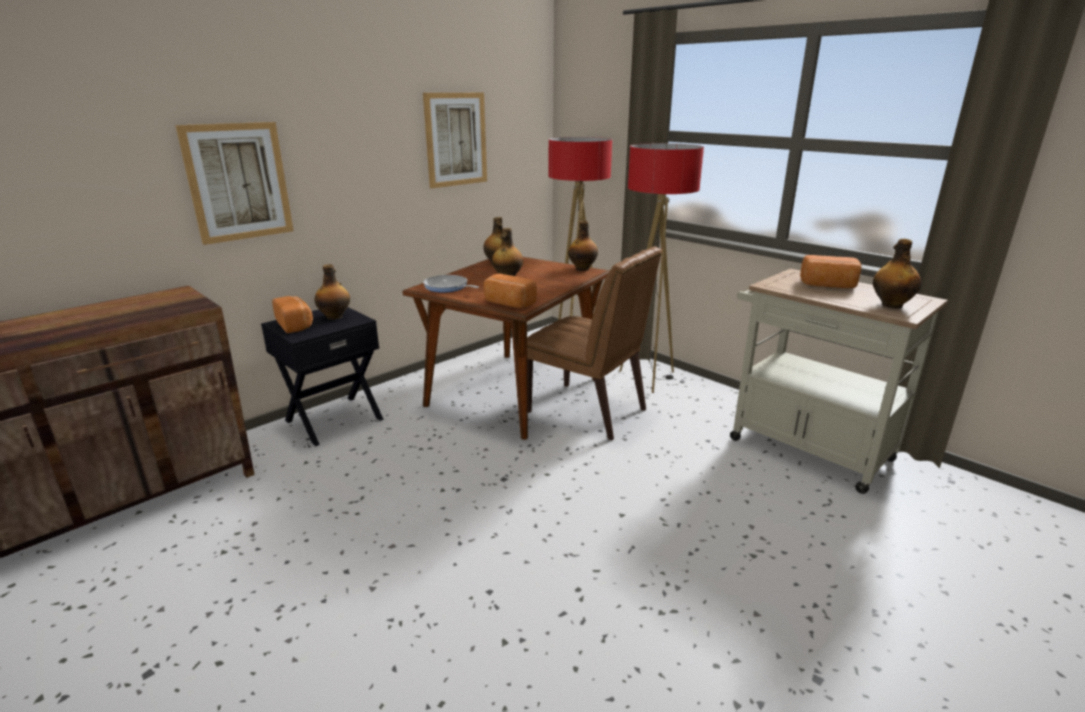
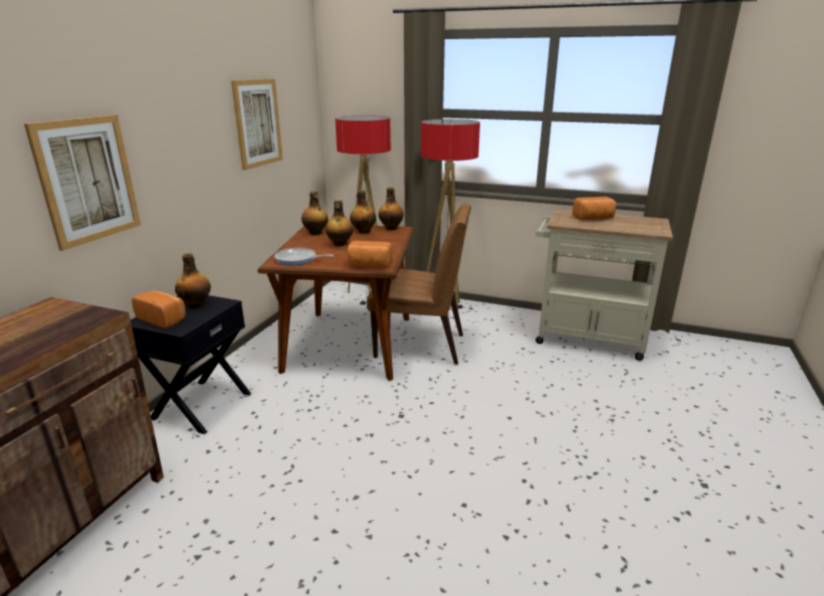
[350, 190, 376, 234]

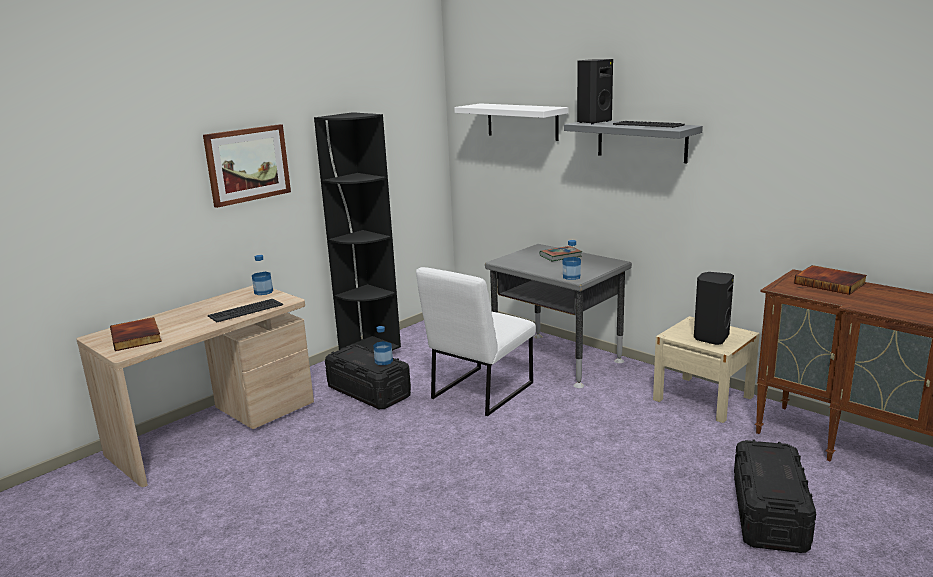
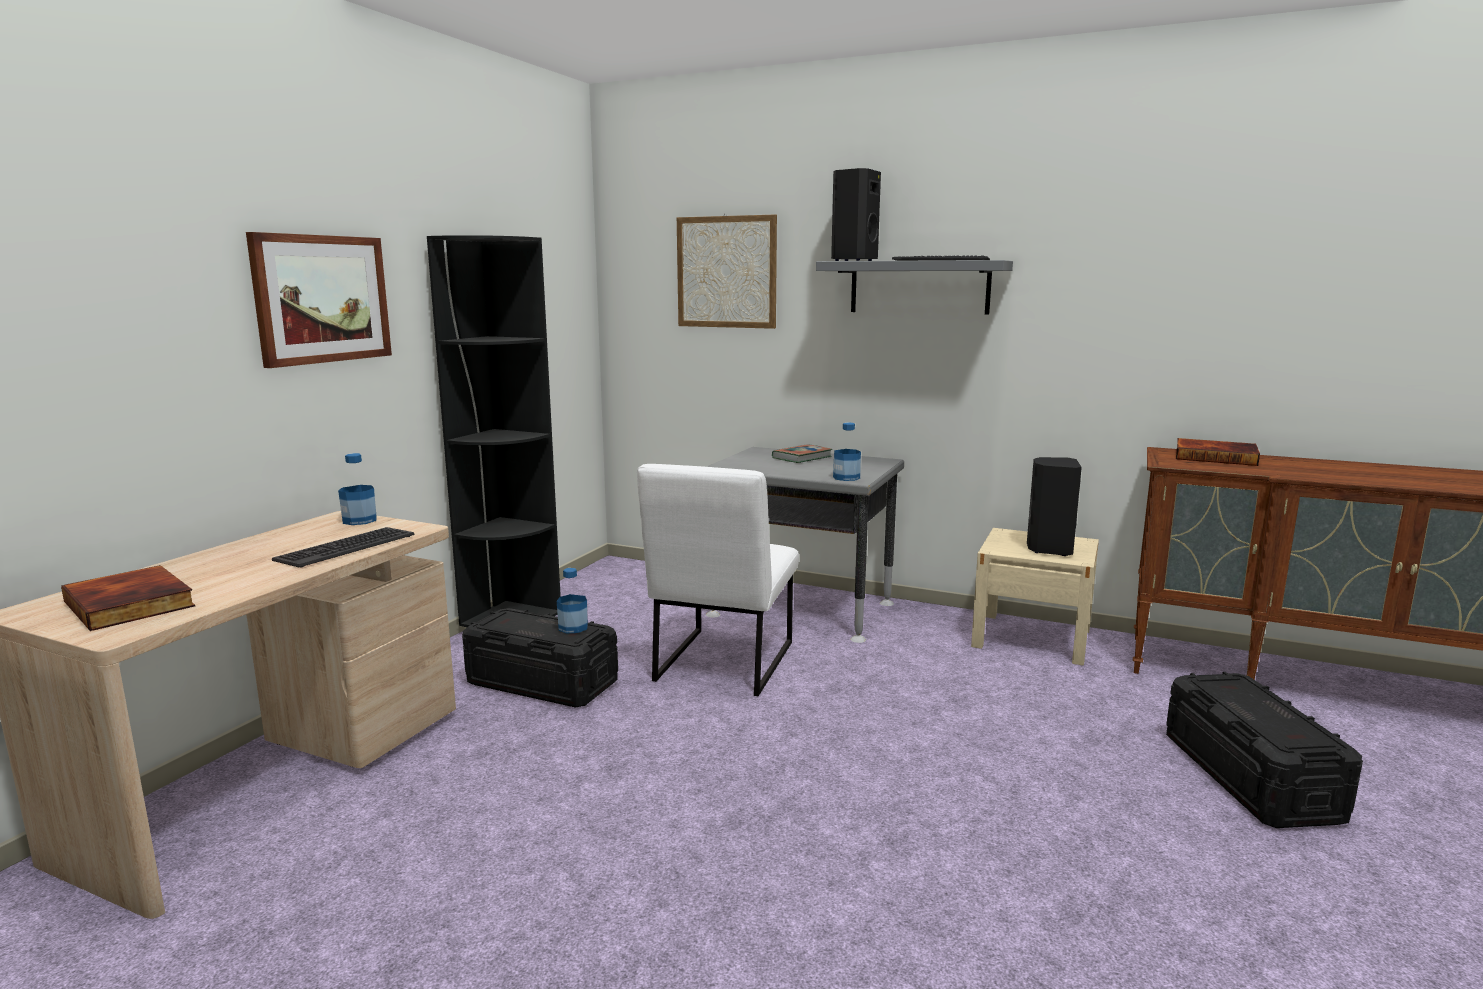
[677, 213, 777, 329]

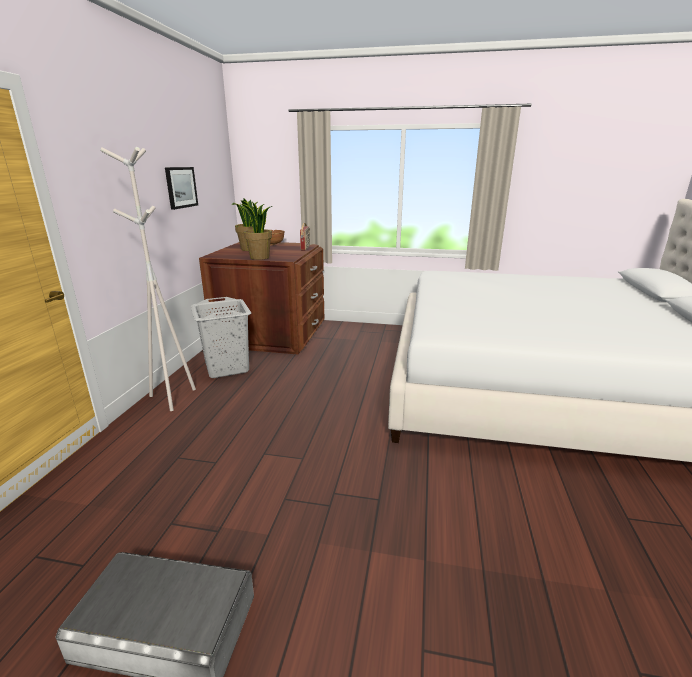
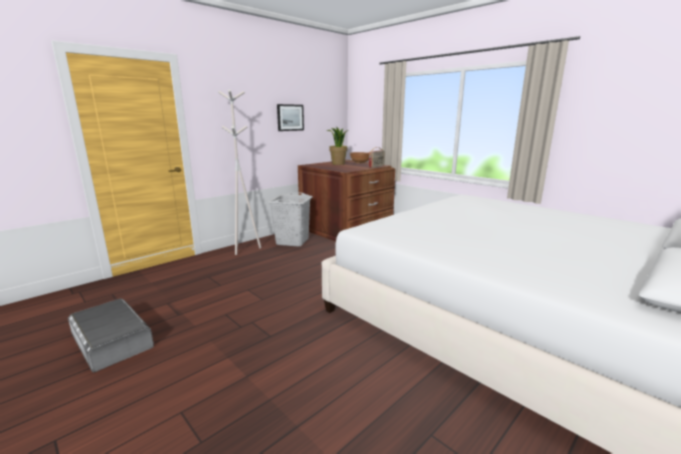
[238, 202, 272, 260] (first image)

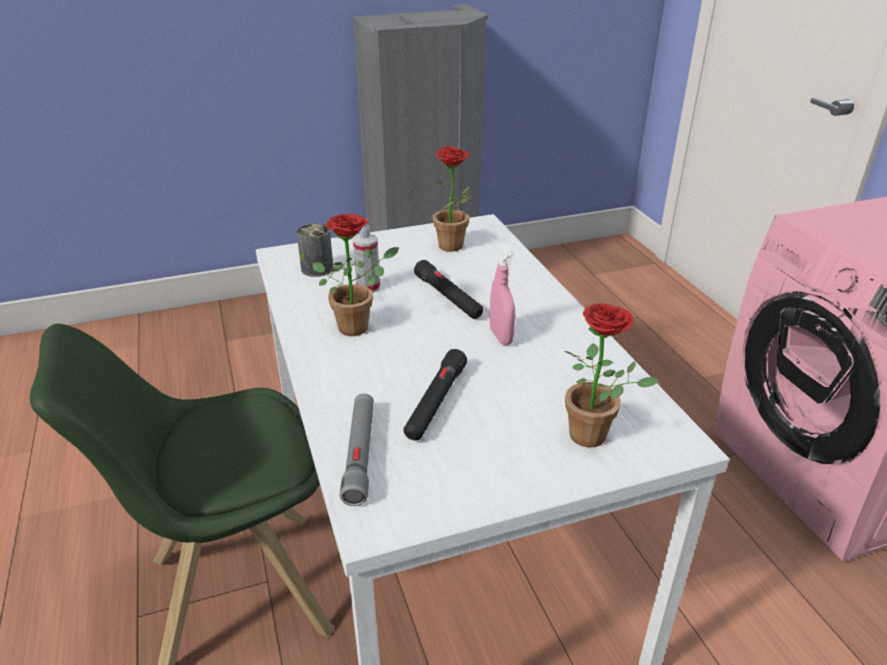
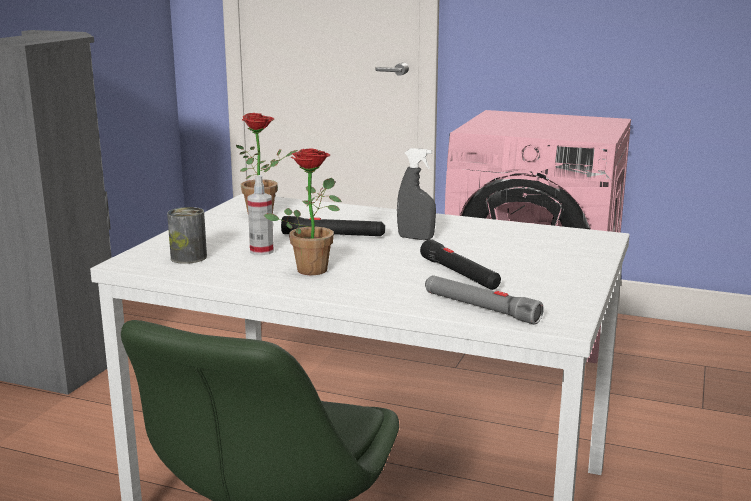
[397, 148, 436, 240]
[565, 303, 659, 447] (first image)

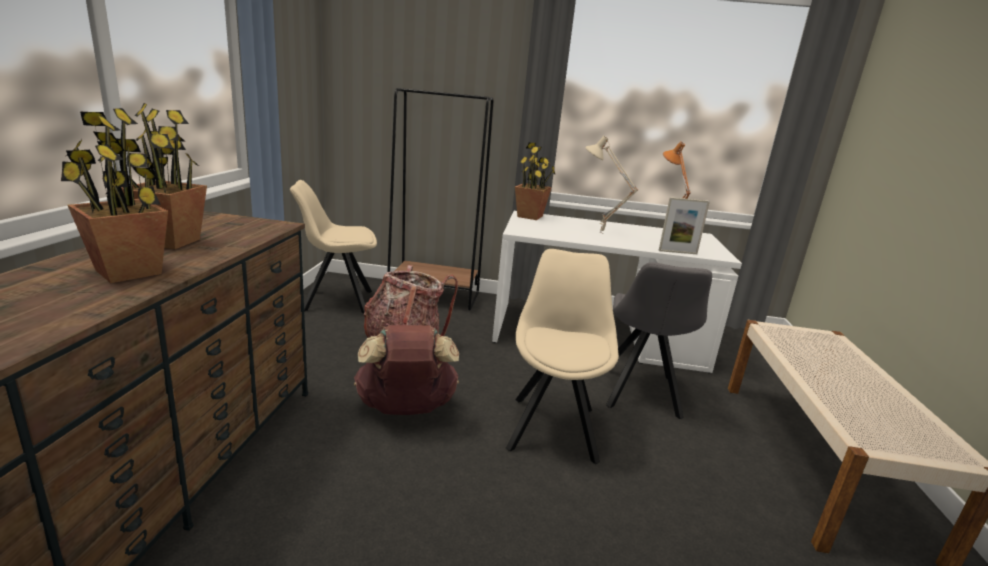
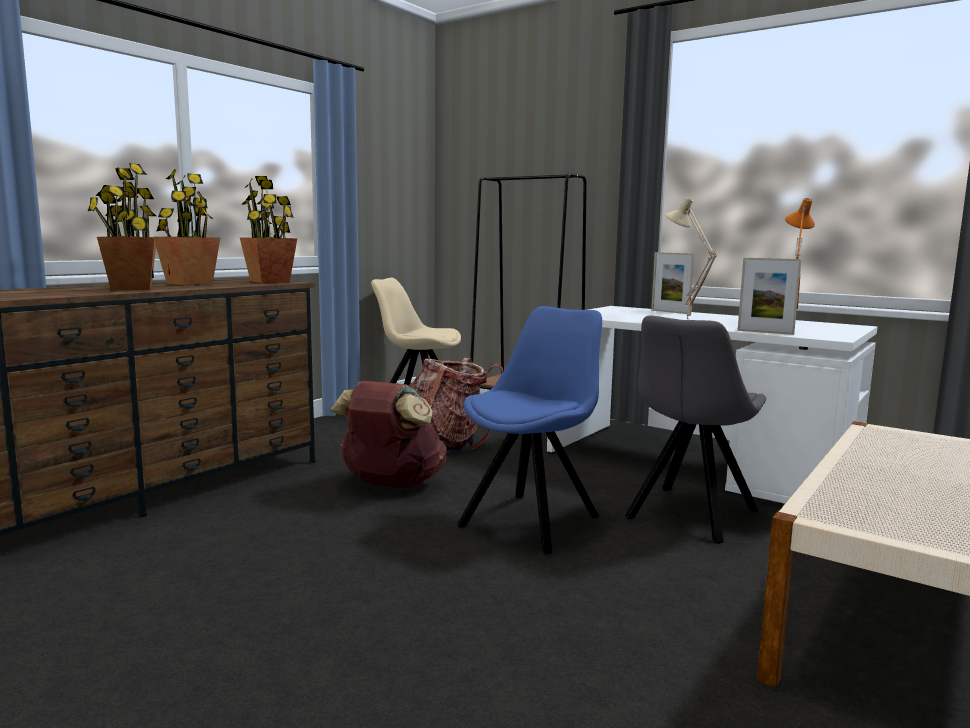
[239, 176, 297, 283]
[457, 306, 602, 554]
[651, 252, 695, 314]

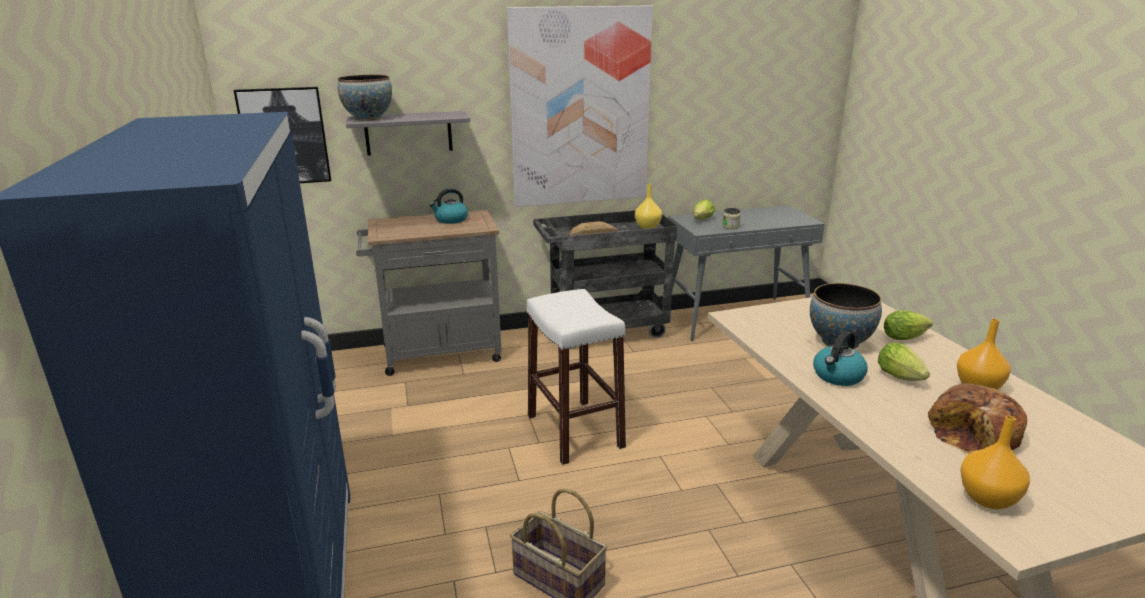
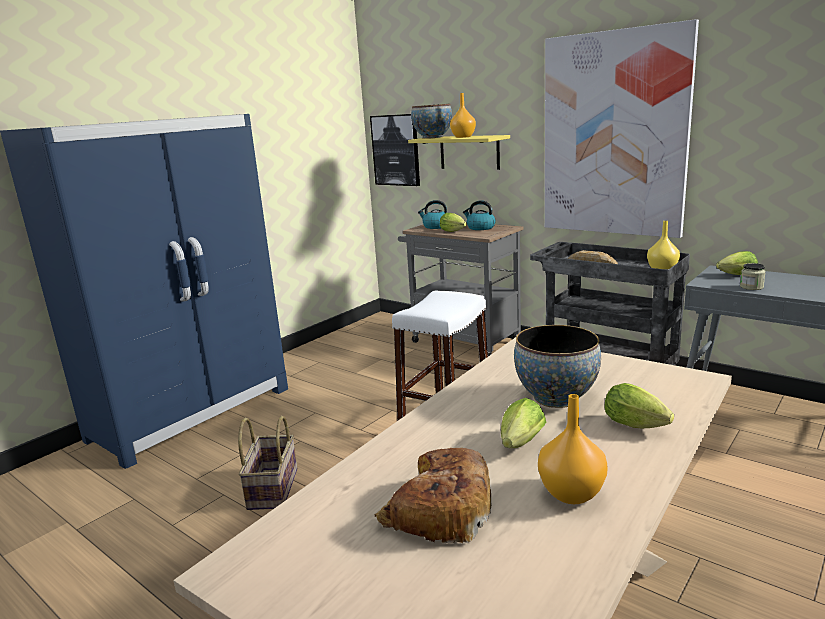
[408, 135, 510, 170]
[418, 200, 447, 229]
[440, 213, 467, 232]
[450, 93, 476, 138]

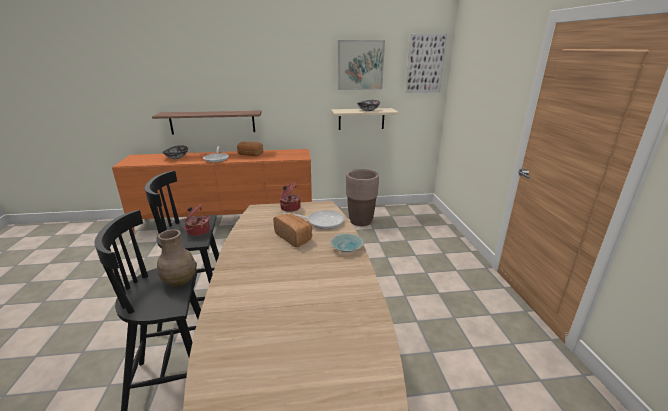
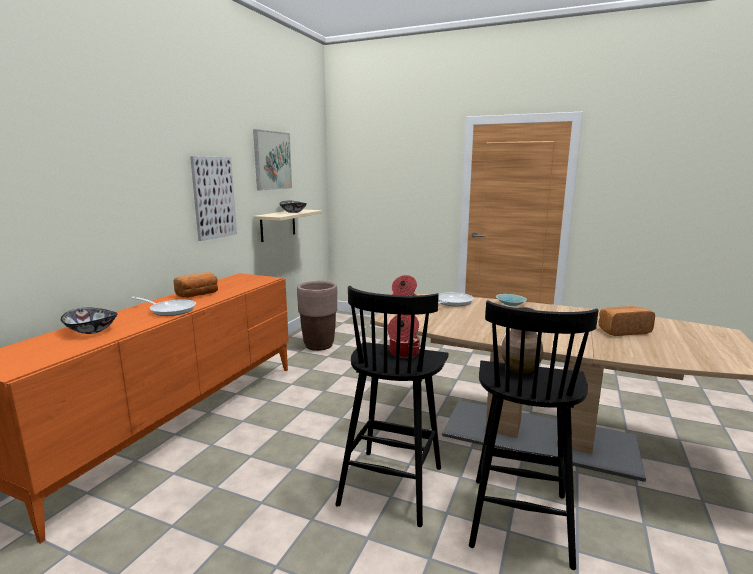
[190, 156, 237, 241]
[598, 306, 655, 336]
[152, 111, 262, 134] (first image)

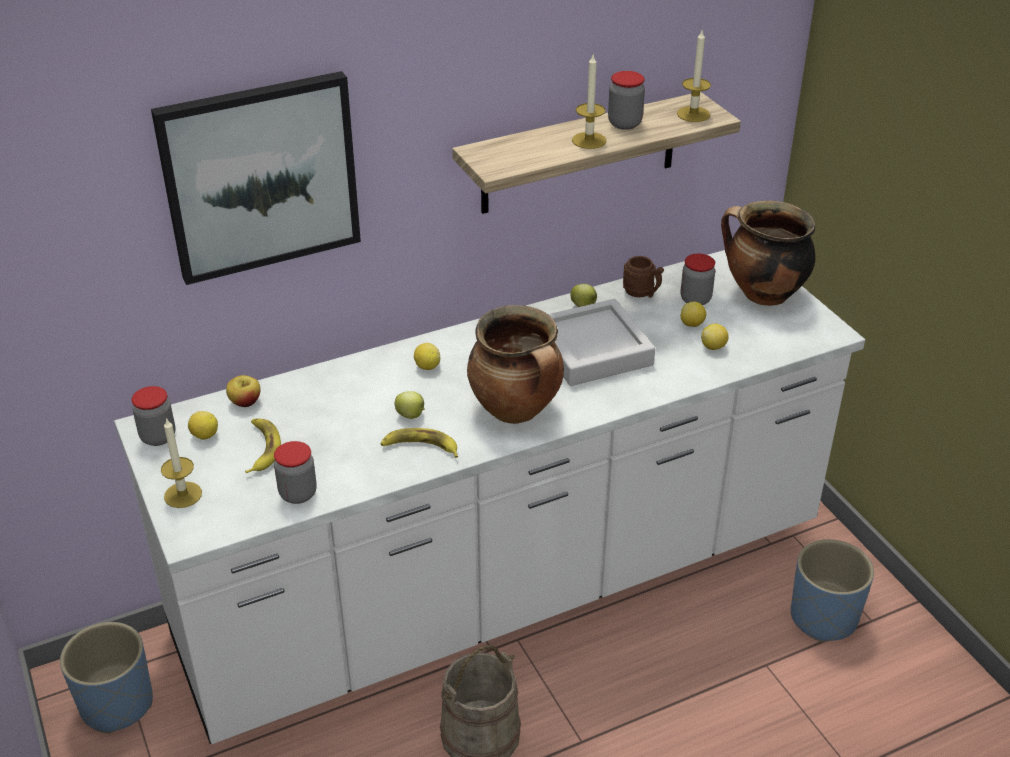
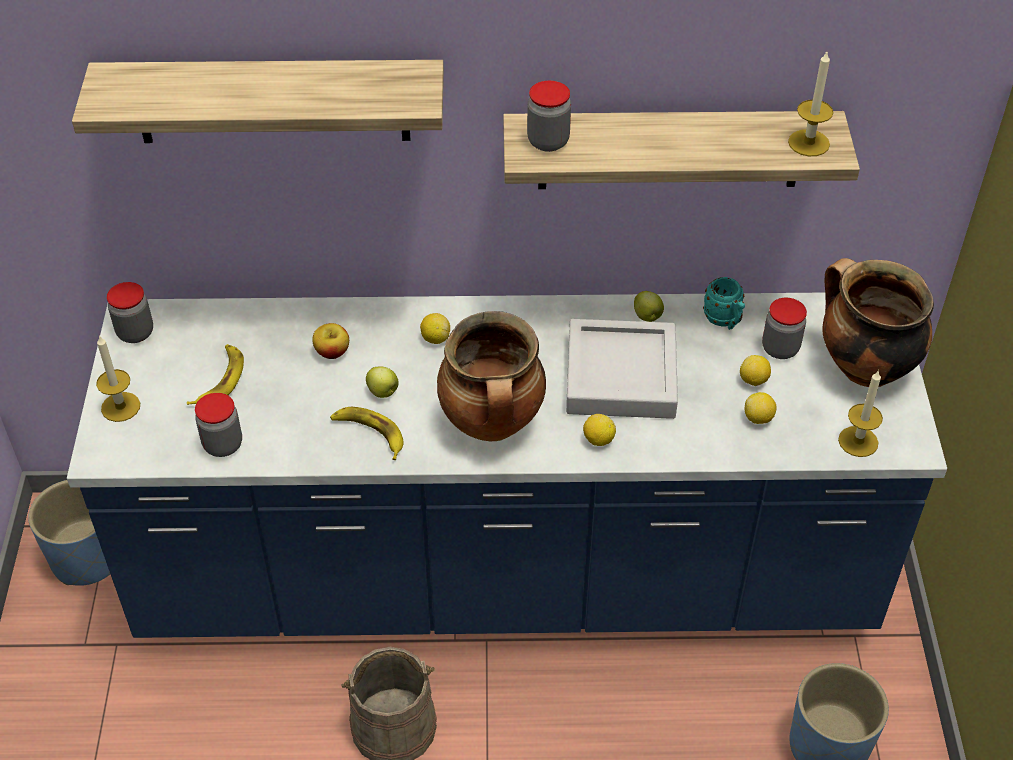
[67, 293, 947, 638]
[72, 60, 444, 143]
[312, 323, 349, 359]
[527, 80, 571, 152]
[583, 414, 616, 446]
[703, 277, 745, 330]
[838, 370, 883, 457]

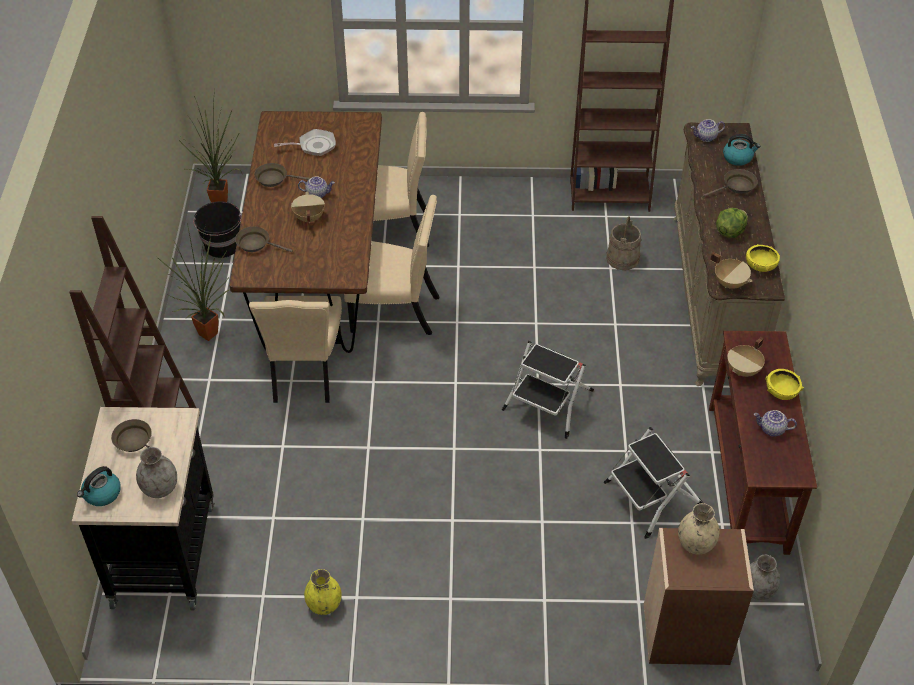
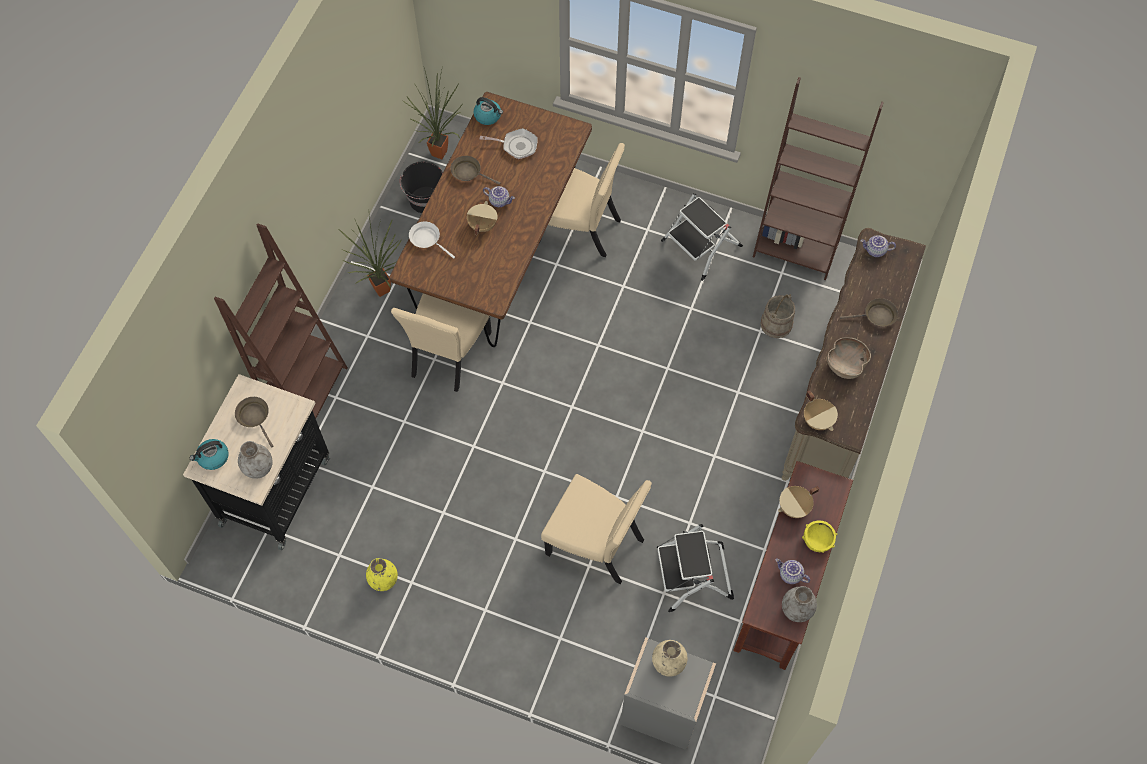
[409, 222, 455, 258]
[473, 97, 503, 125]
[541, 474, 652, 584]
[620, 637, 716, 750]
[661, 193, 743, 281]
[782, 586, 817, 622]
[827, 337, 871, 379]
[746, 244, 780, 272] (first image)

